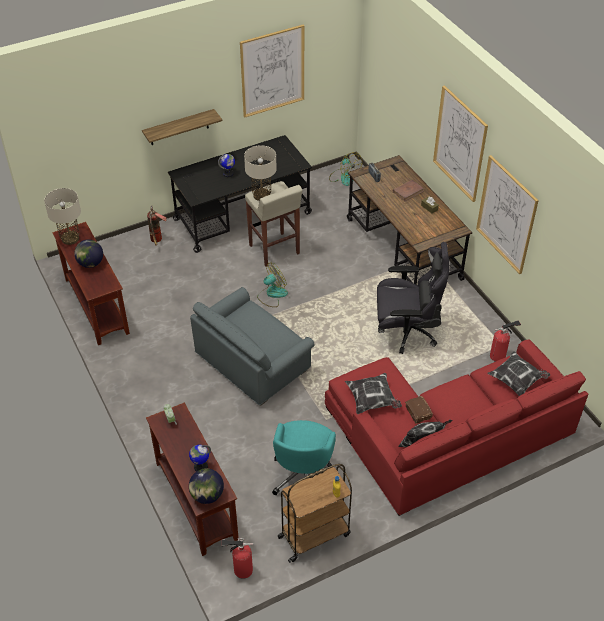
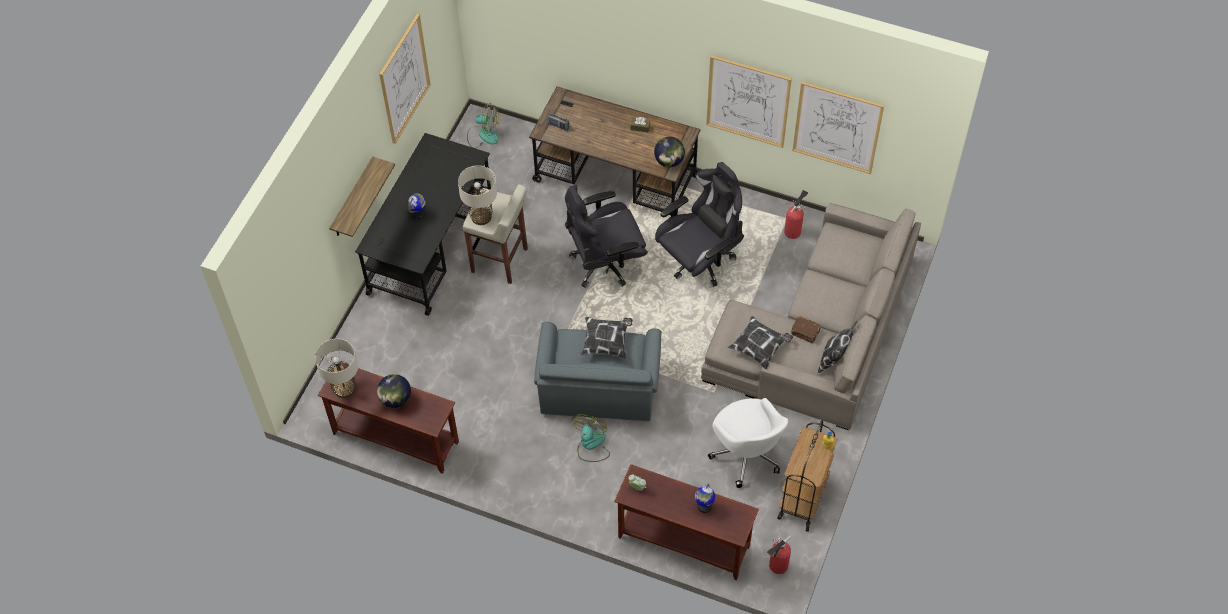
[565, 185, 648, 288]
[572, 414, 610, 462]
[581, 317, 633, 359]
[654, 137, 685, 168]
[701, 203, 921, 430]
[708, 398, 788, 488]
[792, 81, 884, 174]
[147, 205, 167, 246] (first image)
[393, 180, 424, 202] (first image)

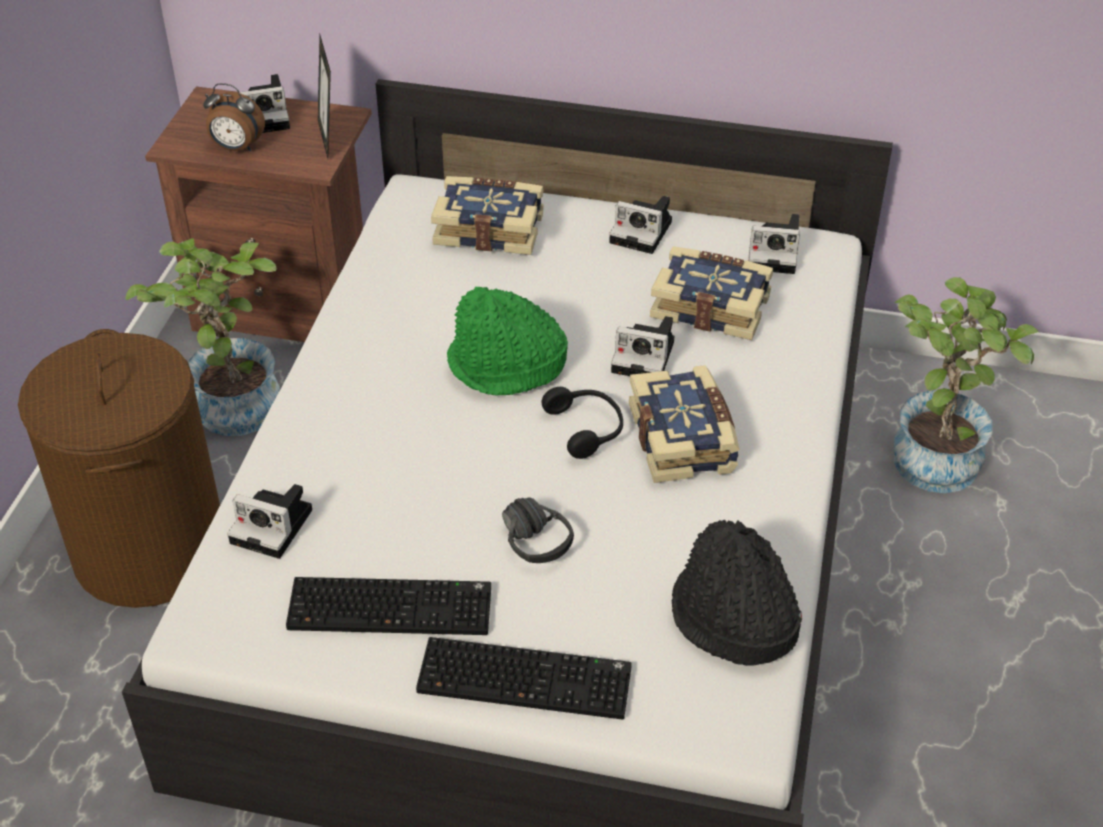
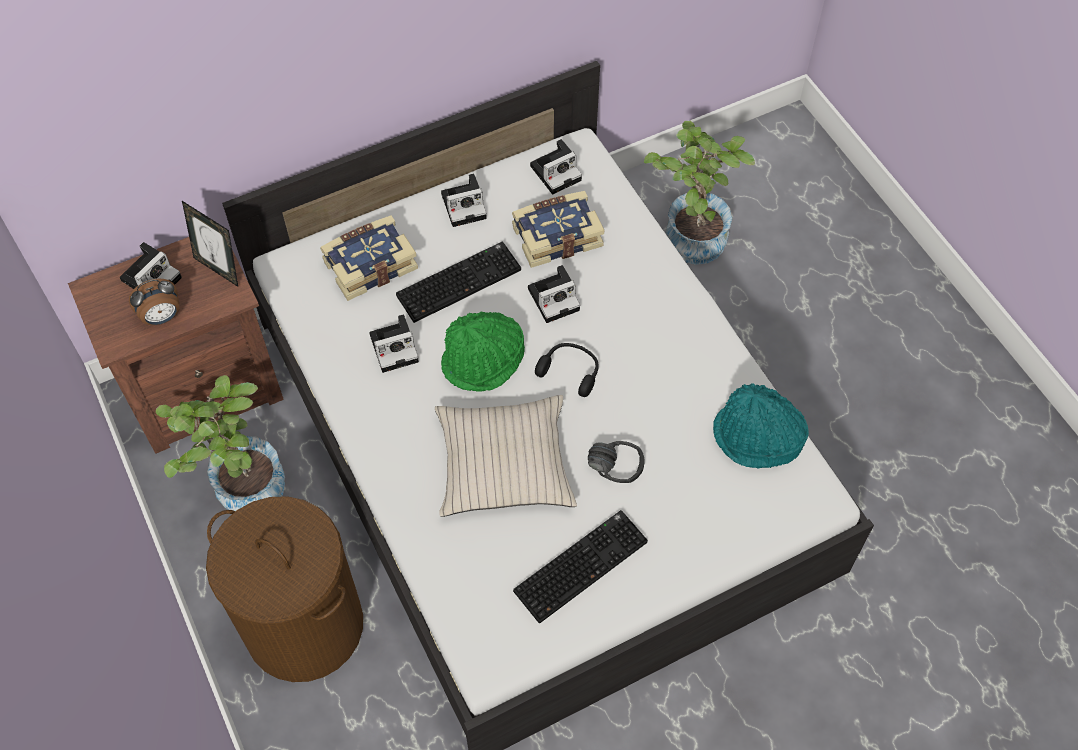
[369, 314, 419, 373]
[396, 241, 521, 323]
[435, 395, 577, 517]
[713, 383, 809, 469]
[629, 365, 740, 483] (first image)

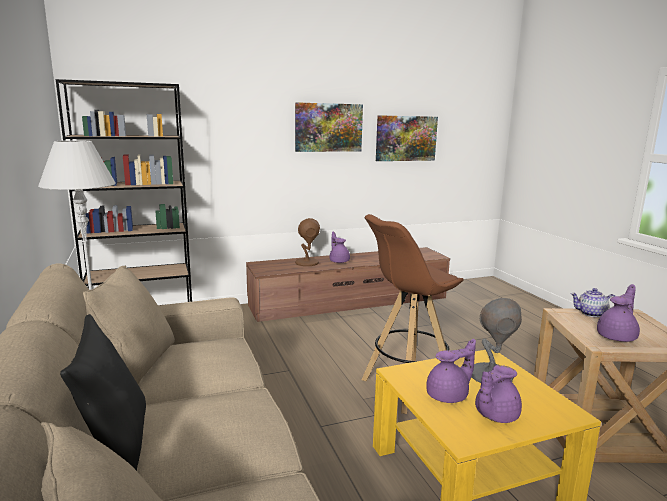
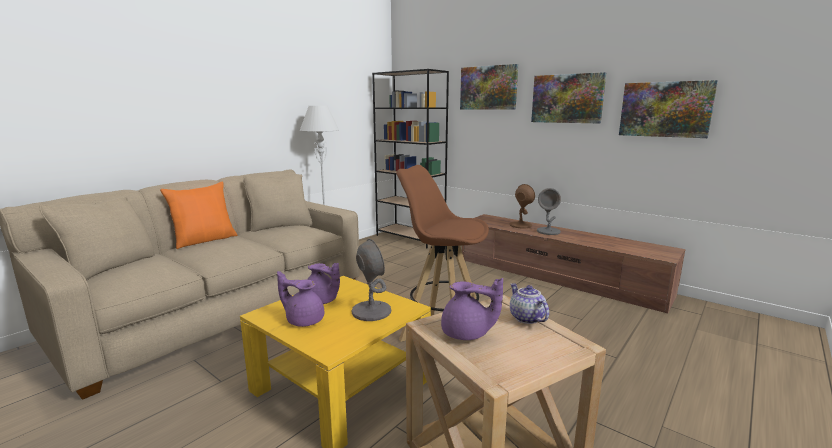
[160, 181, 237, 249]
[460, 64, 518, 109]
[537, 188, 561, 235]

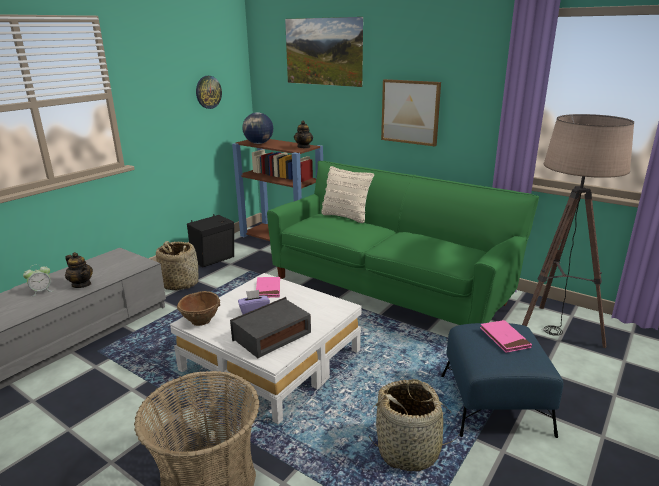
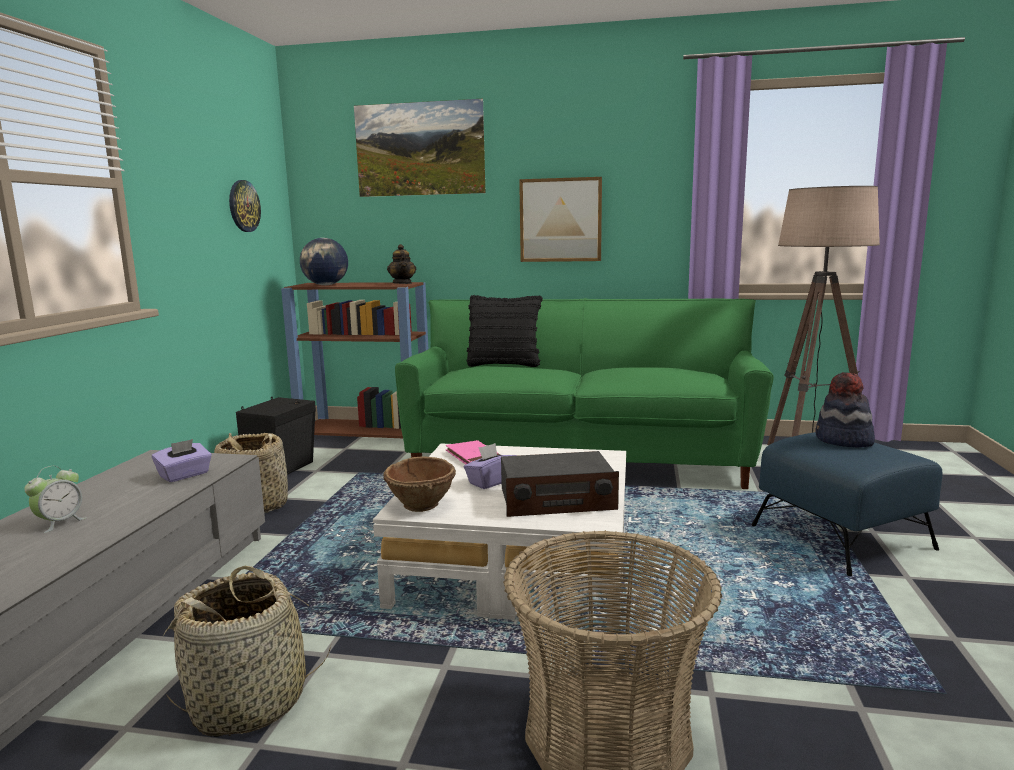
[152, 439, 212, 482]
[158, 566, 331, 737]
[467, 295, 543, 367]
[501, 451, 619, 517]
[815, 372, 875, 447]
[65, 252, 93, 288] (first image)

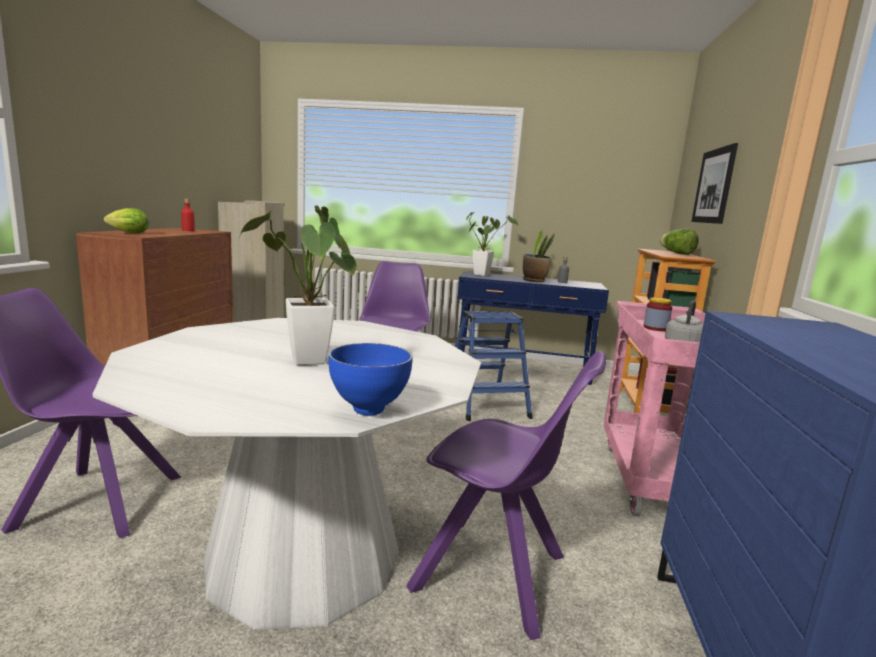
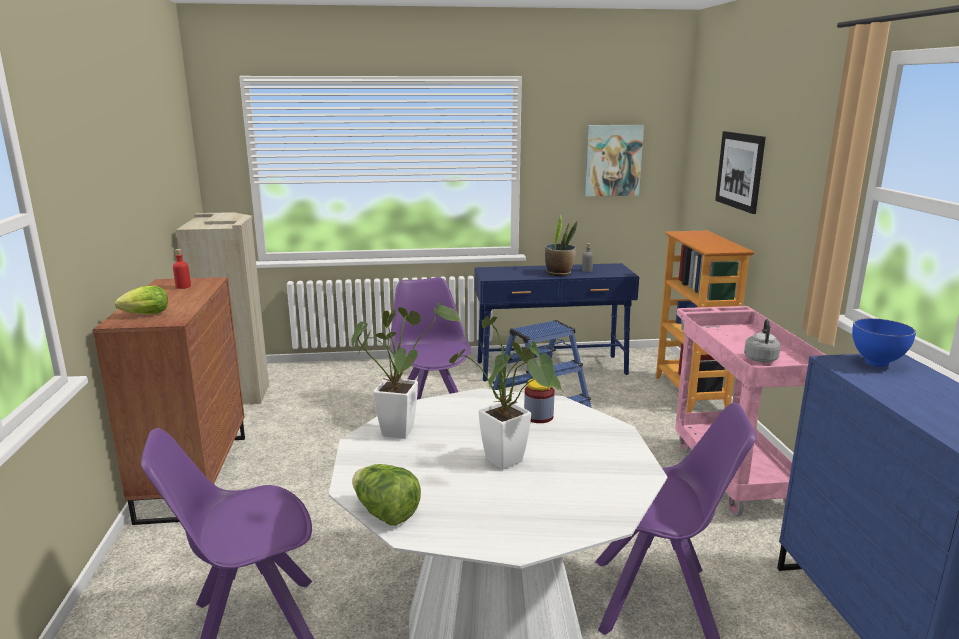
[351, 302, 460, 439]
[352, 464, 421, 525]
[524, 378, 554, 423]
[584, 125, 644, 197]
[852, 318, 916, 367]

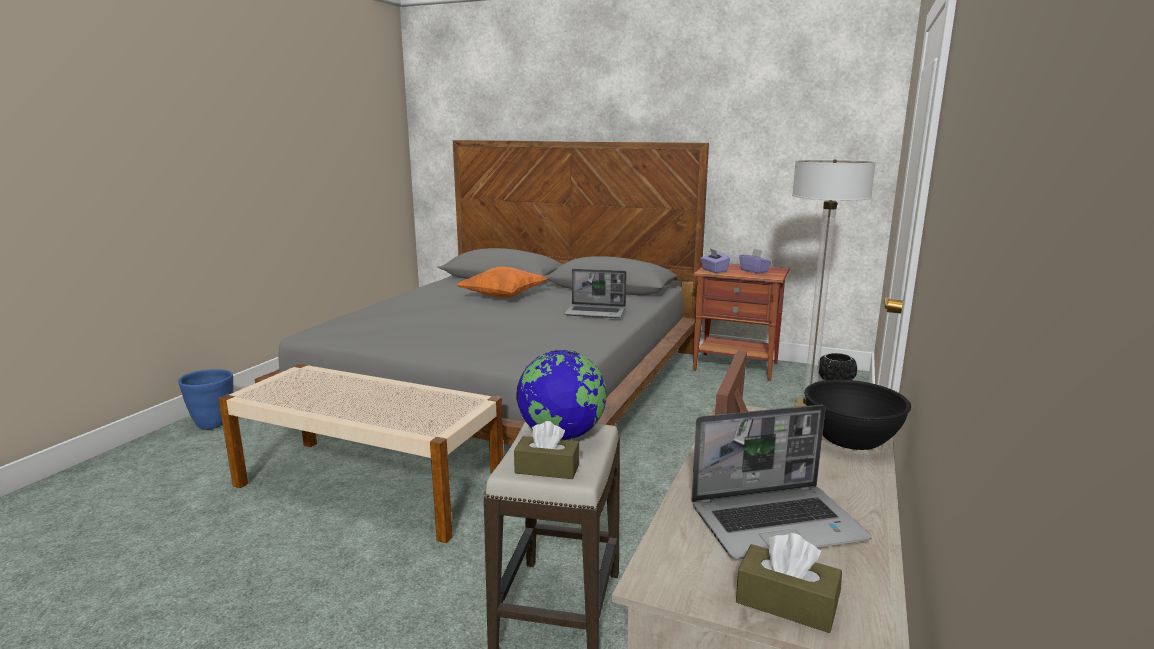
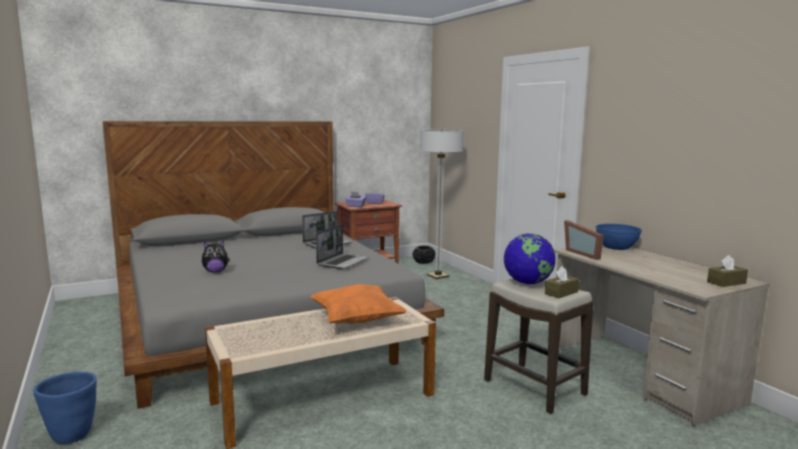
[202, 241, 230, 272]
[310, 284, 407, 324]
[316, 224, 369, 269]
[595, 224, 642, 250]

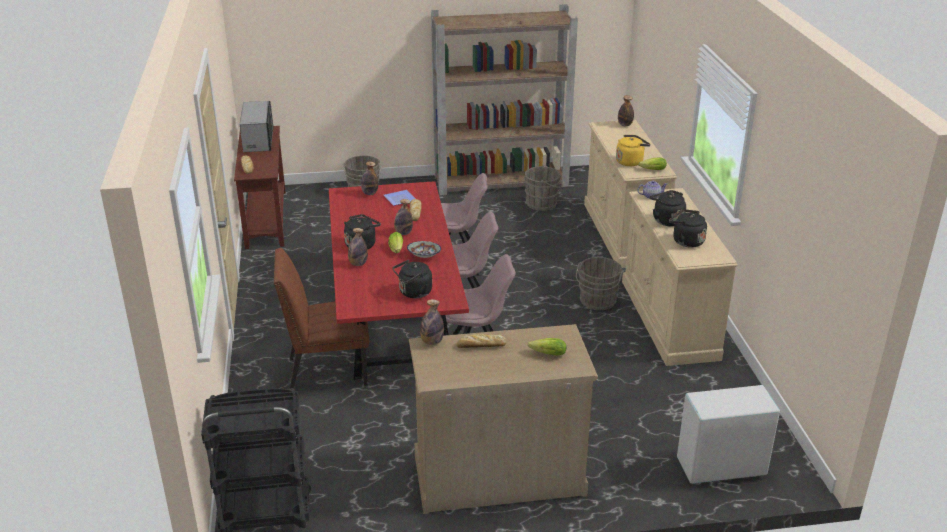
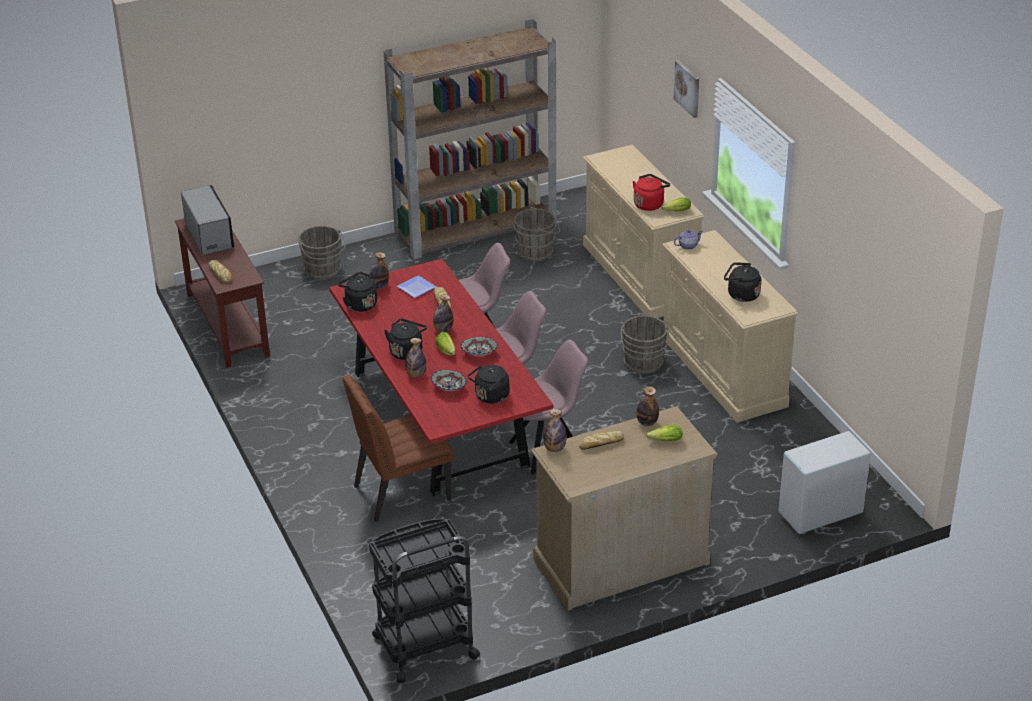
[338, 272, 377, 312]
[431, 370, 466, 391]
[633, 174, 670, 211]
[636, 386, 659, 426]
[674, 60, 699, 118]

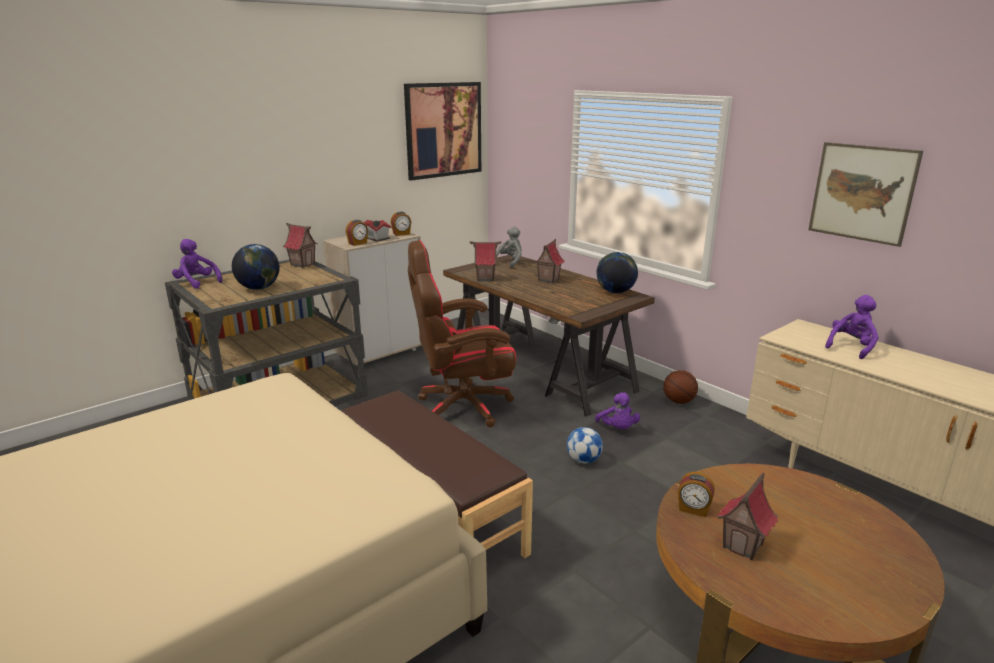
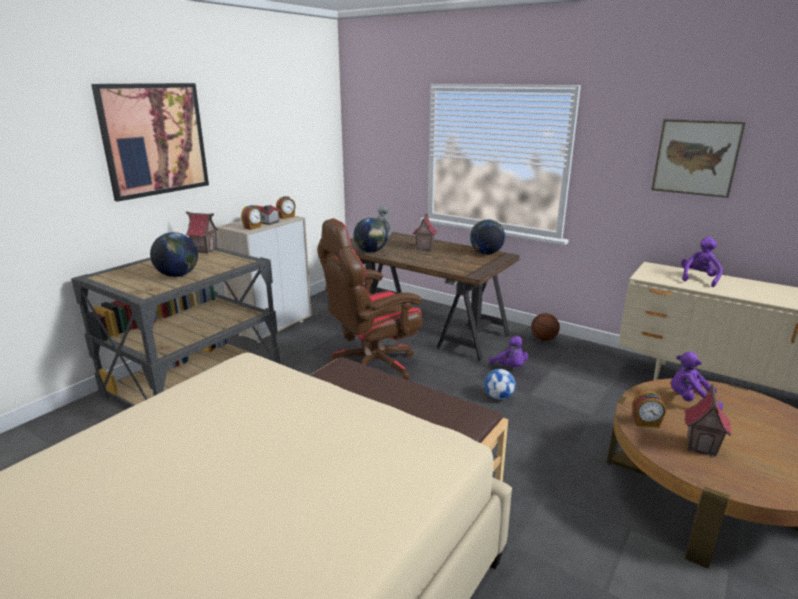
[91, 83, 209, 202]
[354, 218, 388, 252]
[671, 352, 723, 410]

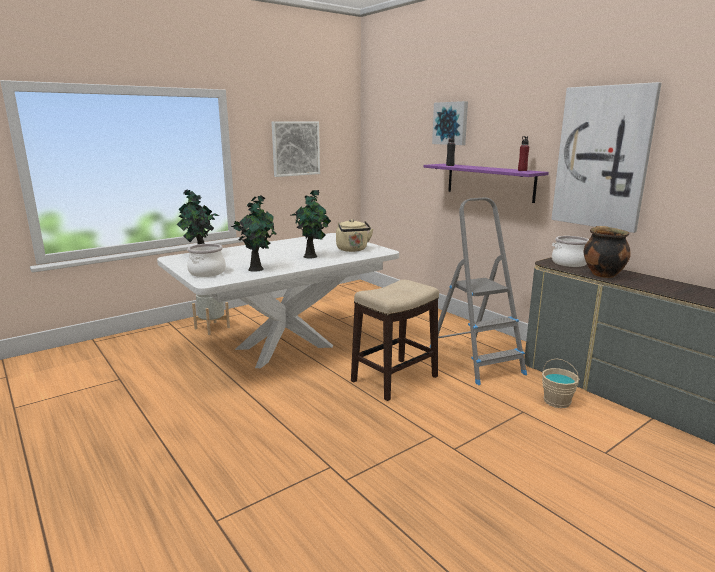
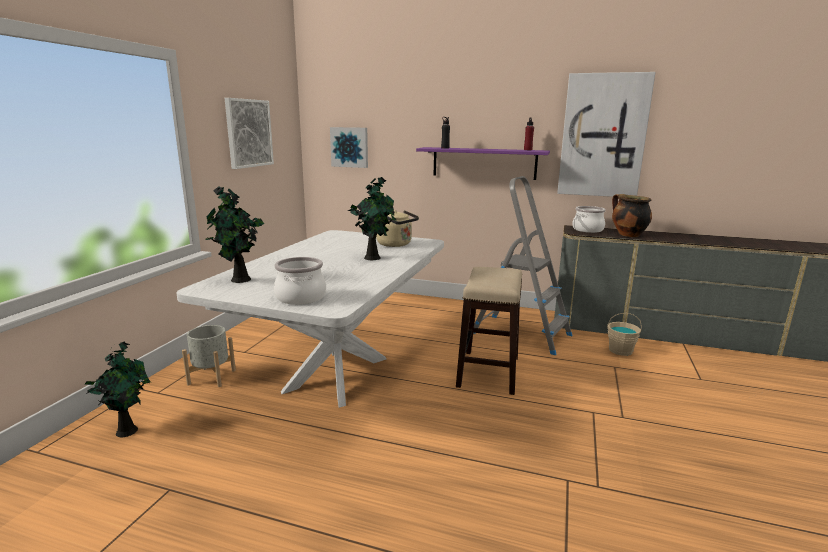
[85, 341, 151, 437]
[330, 127, 368, 168]

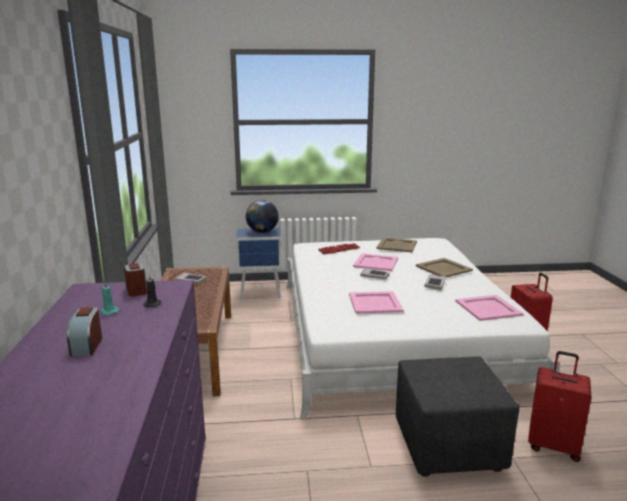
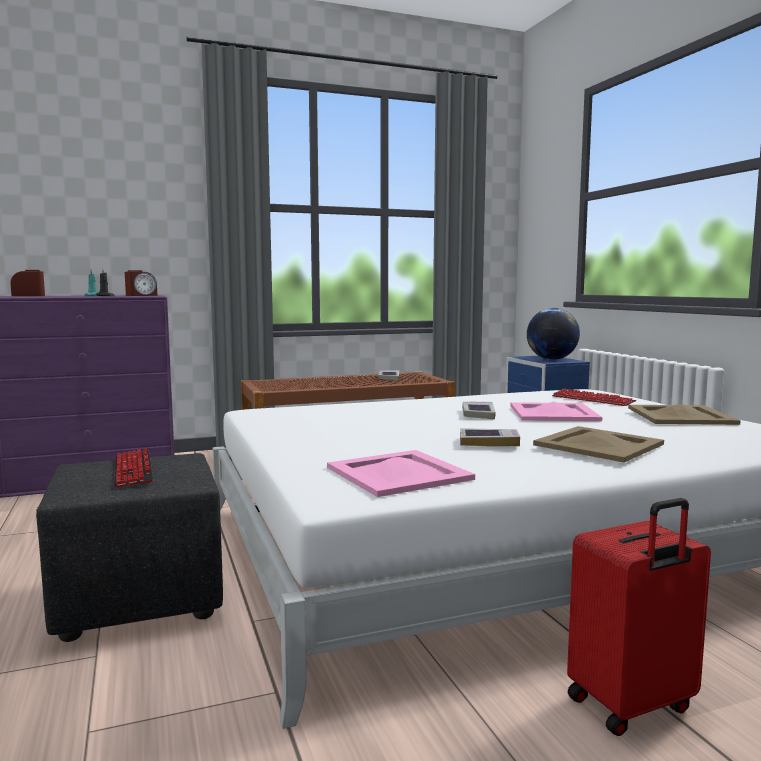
[114, 448, 153, 488]
[349, 291, 404, 314] (first image)
[528, 351, 592, 462] (first image)

